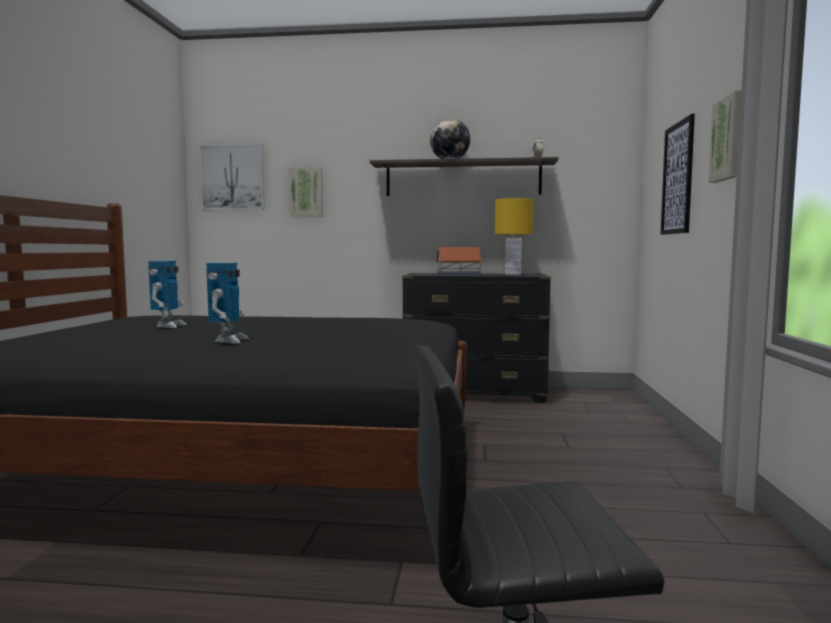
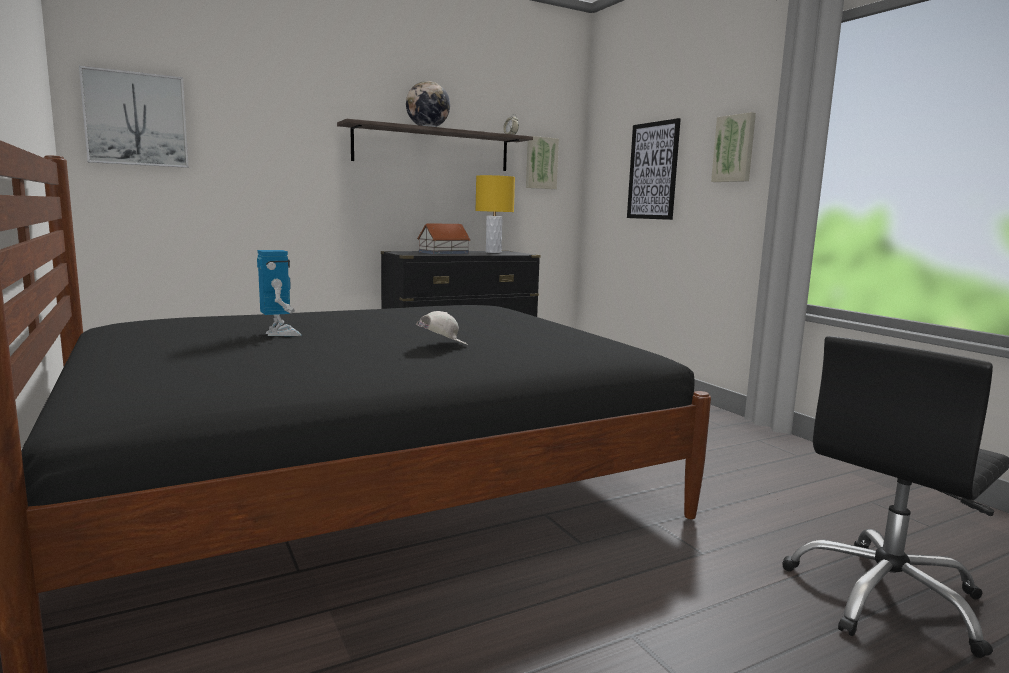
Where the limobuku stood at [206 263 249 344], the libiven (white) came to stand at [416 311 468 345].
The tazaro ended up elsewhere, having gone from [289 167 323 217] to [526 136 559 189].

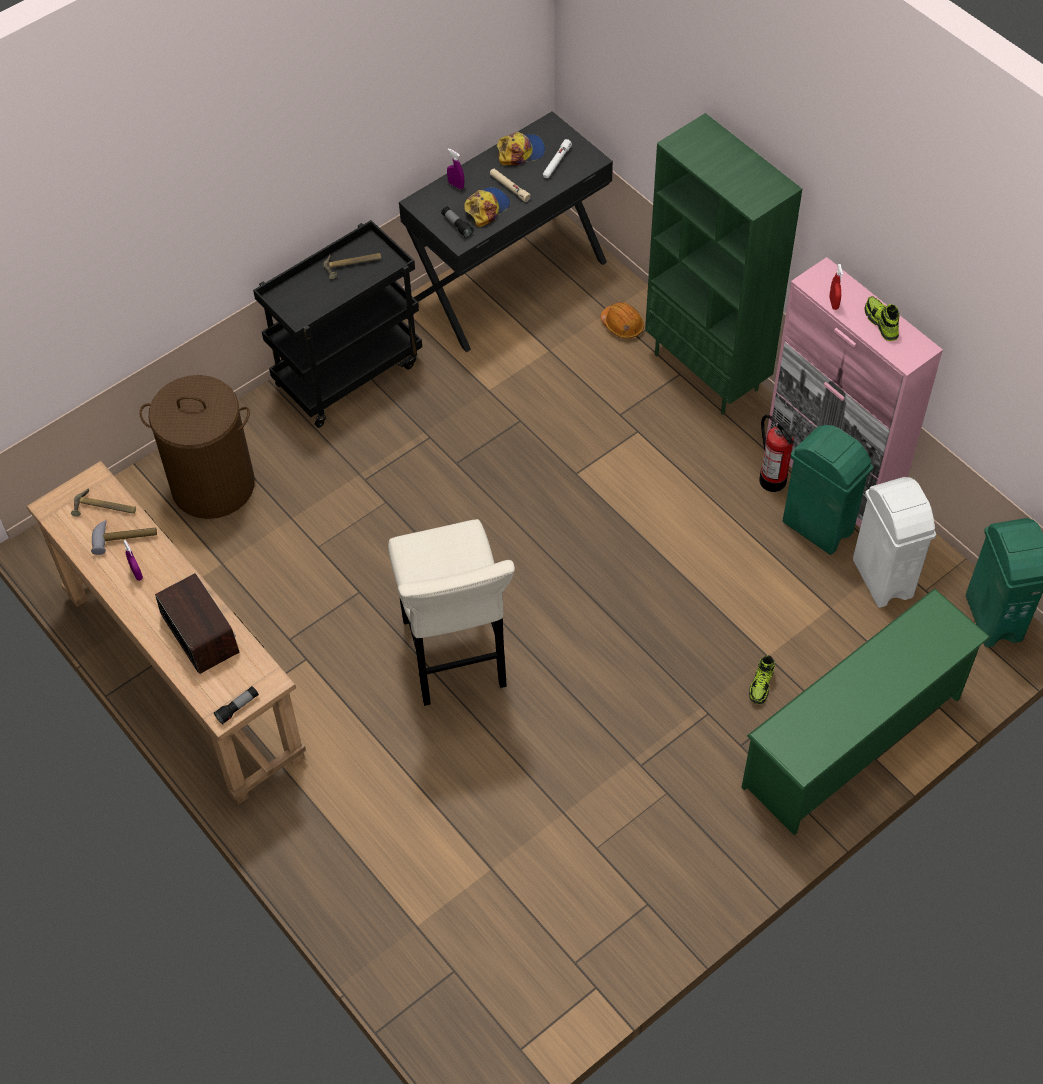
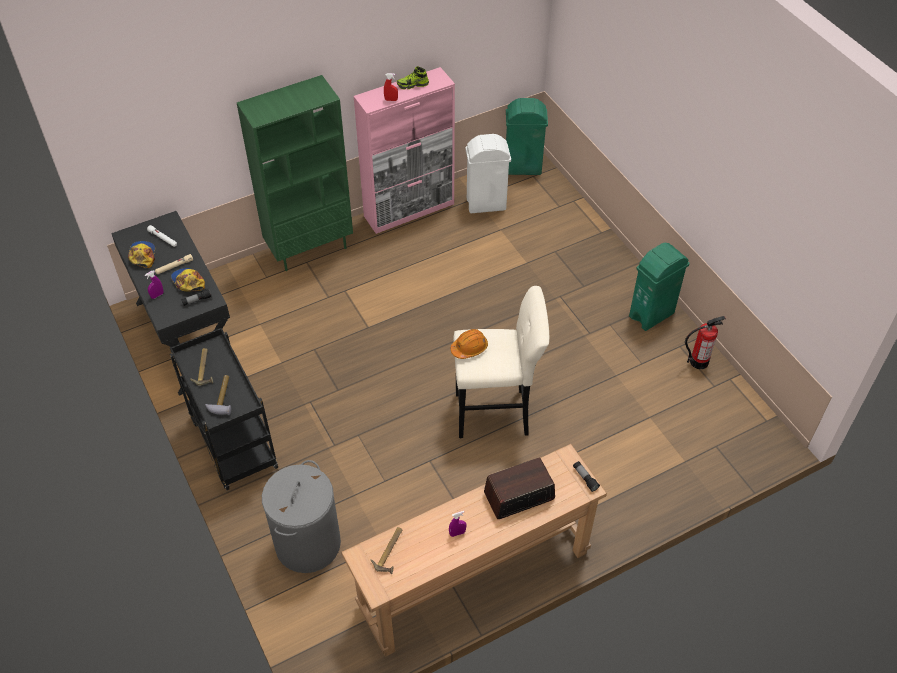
The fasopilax ended up elsewhere, having gone from [91 520 157 555] to [205 375 231 415].
What was the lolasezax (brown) at [139 375 255 519] turned into the lolasezax (grey) at [262 460 341 573].
The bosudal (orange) ended up elsewhere, having gone from [600 302 644 339] to [450 329 488 359].
The second view lost the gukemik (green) at [741 588 990 835].
The second view lost the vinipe at [749 655 775 704].
The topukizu ended up elsewhere, having gone from [759 415 796 492] to [685 316 726 369].
The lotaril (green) ended up elsewhere, having gone from [783 425 873 555] to [629 243 690 331].

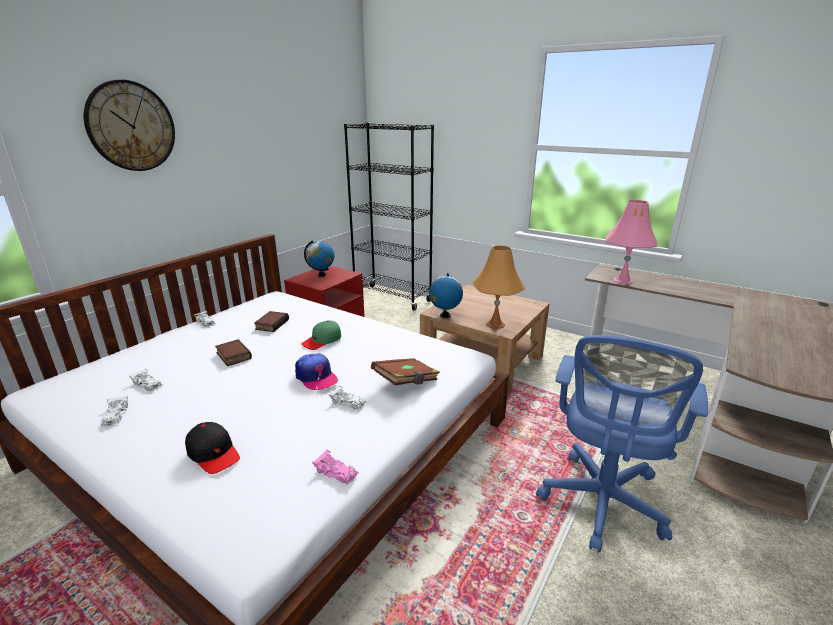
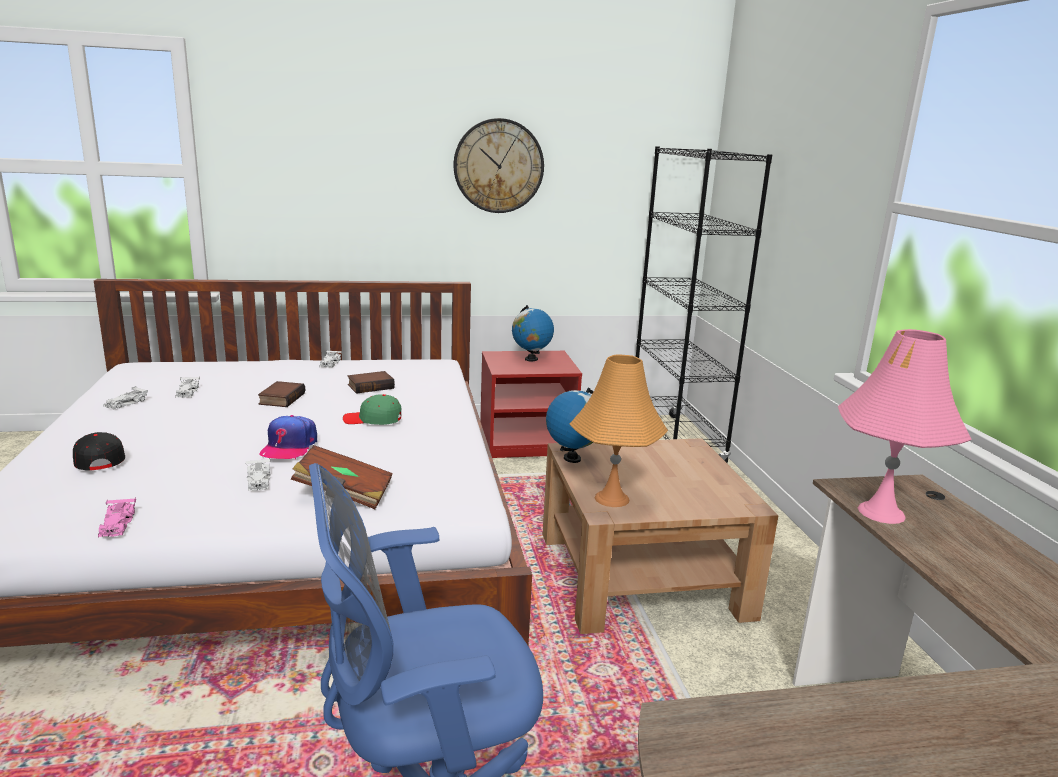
The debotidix ended up elsewhere, having gone from [84 80 175 171] to [454 118 544 213].
The libiven (black) at [185 422 240 474] ended up facing another way, 150 degrees clockwise from before.

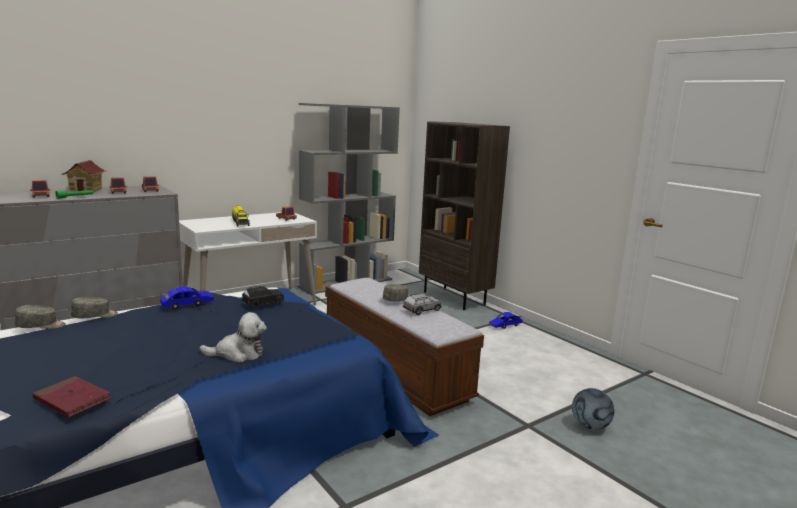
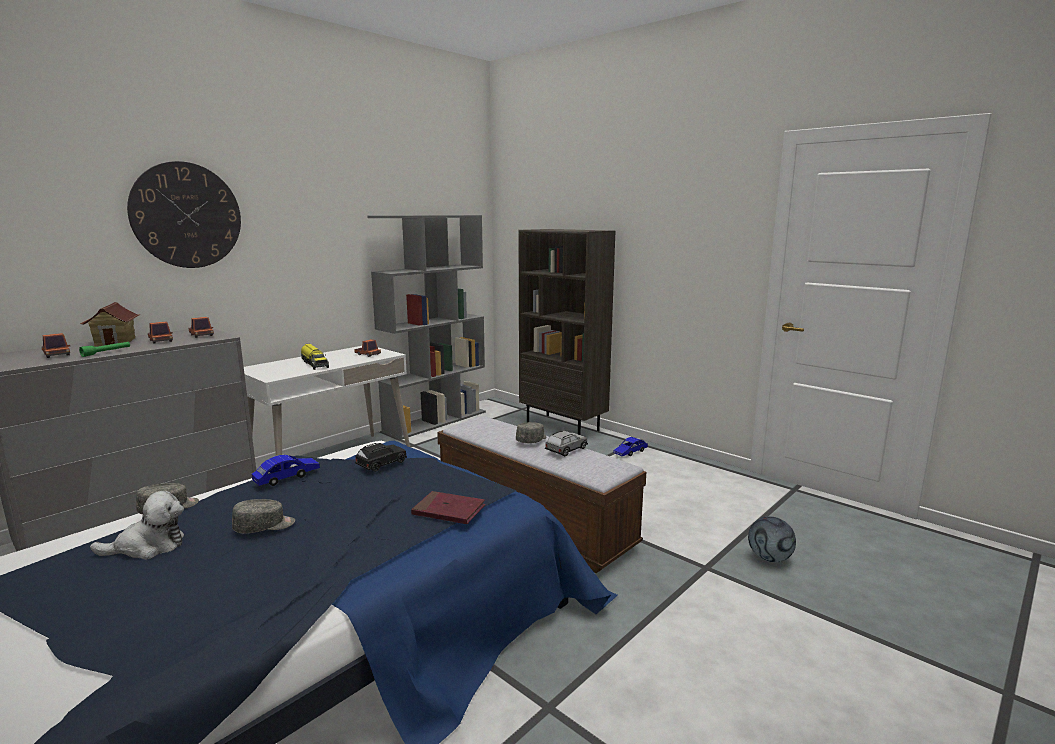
The libiven (grey) ended up elsewhere, having gone from [15 305 66 329] to [232 499 295 534].
The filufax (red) ended up elsewhere, having gone from [32 376 111 418] to [411 491 485 524].
The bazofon ended up elsewhere, having gone from [199 312 267 363] to [90 491 184 560].
The second view gained the debotidix at [127 161 241 268].

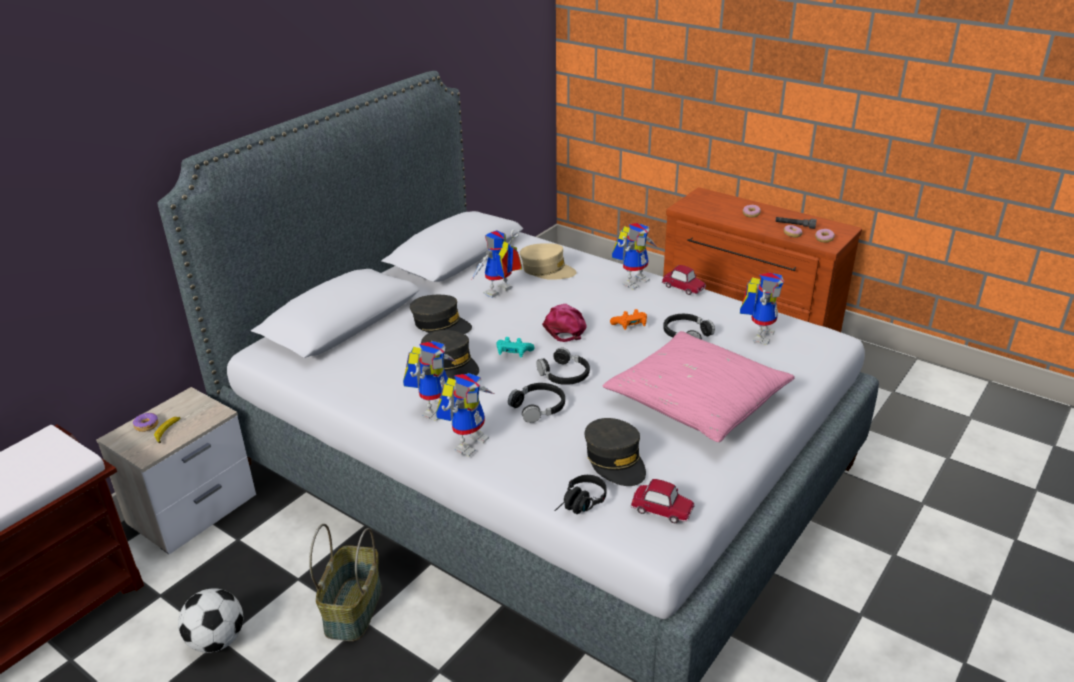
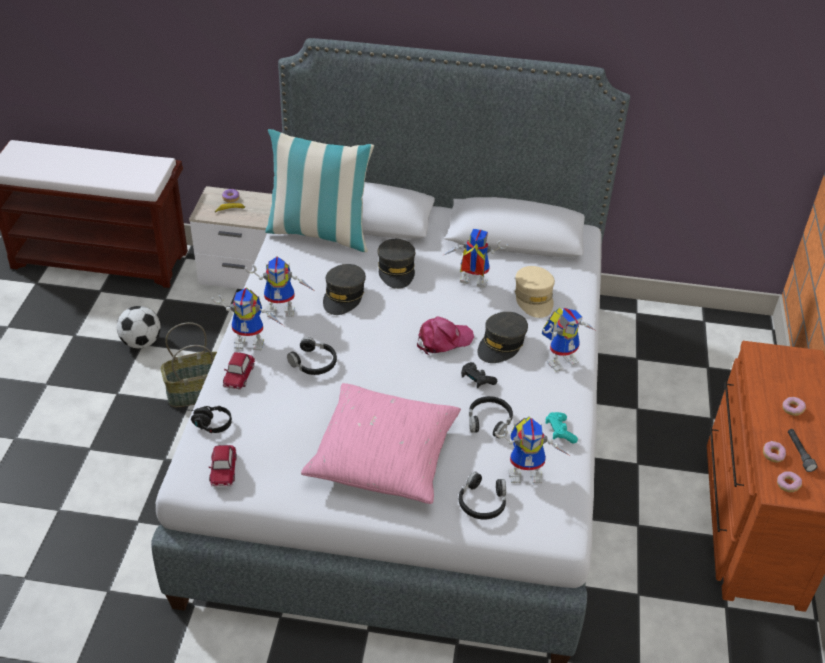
The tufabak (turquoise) ended up elsewhere, having gone from [496 337 535 357] to [545 412 578 444].
The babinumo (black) ended up elsewhere, having gone from [536 347 590 385] to [459 471 506 520].
The libiven (grey) ended up elsewhere, having gone from [584 418 646 486] to [477 312 528 363].
What was the tufabak (orange) at [610 309 647 330] turned into the tufabak (black) at [461 362 497 388].
The limobuku at [612 223 658 290] ended up facing another way, 45 degrees counterclockwise from before.
The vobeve ended up elsewhere, having gone from [662 265 706 295] to [223 352 255 390].
The second view gained the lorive at [265 129 374 252].

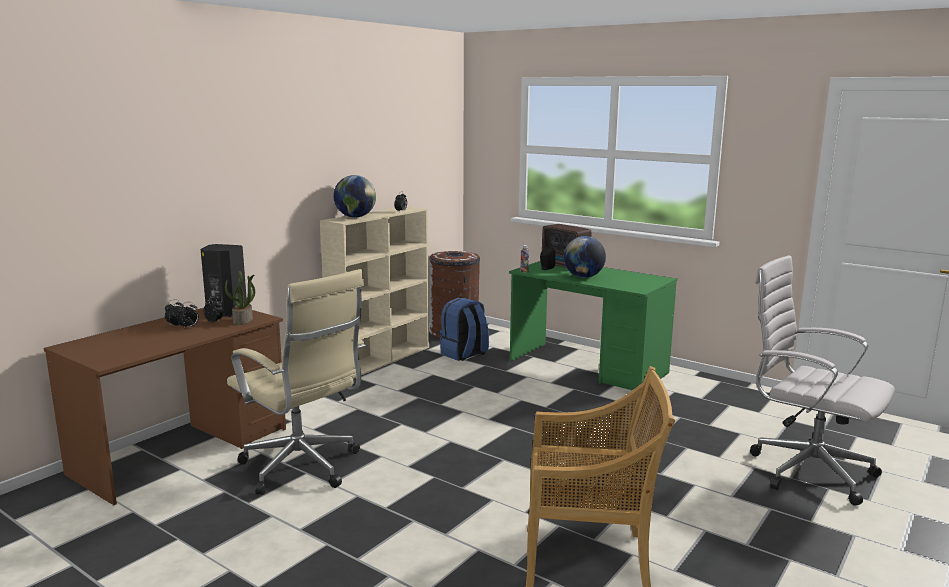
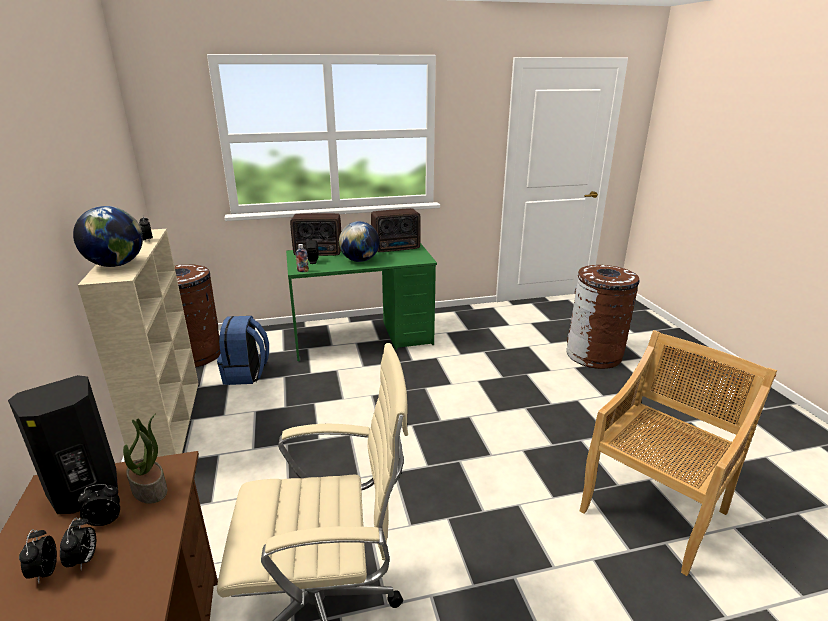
Where the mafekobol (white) stood at [750 255 895 506], the lotaril (brown) came to stand at [566 265 639 369].
The second view gained the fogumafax at [371 208 421 252].

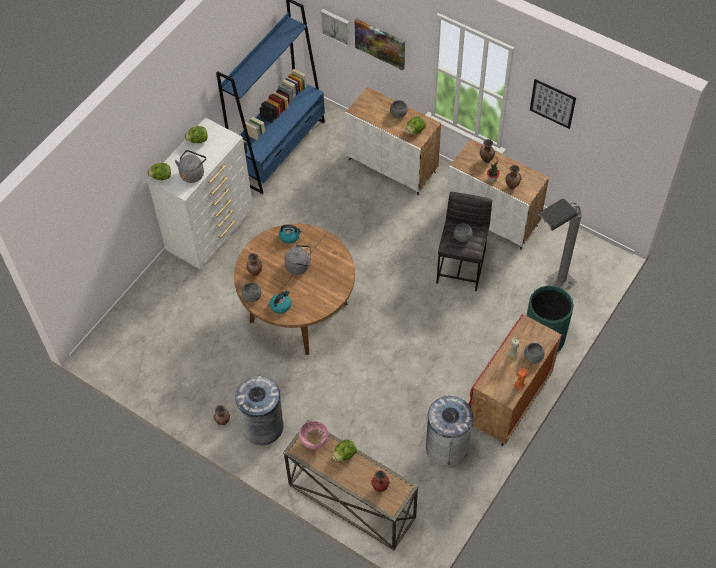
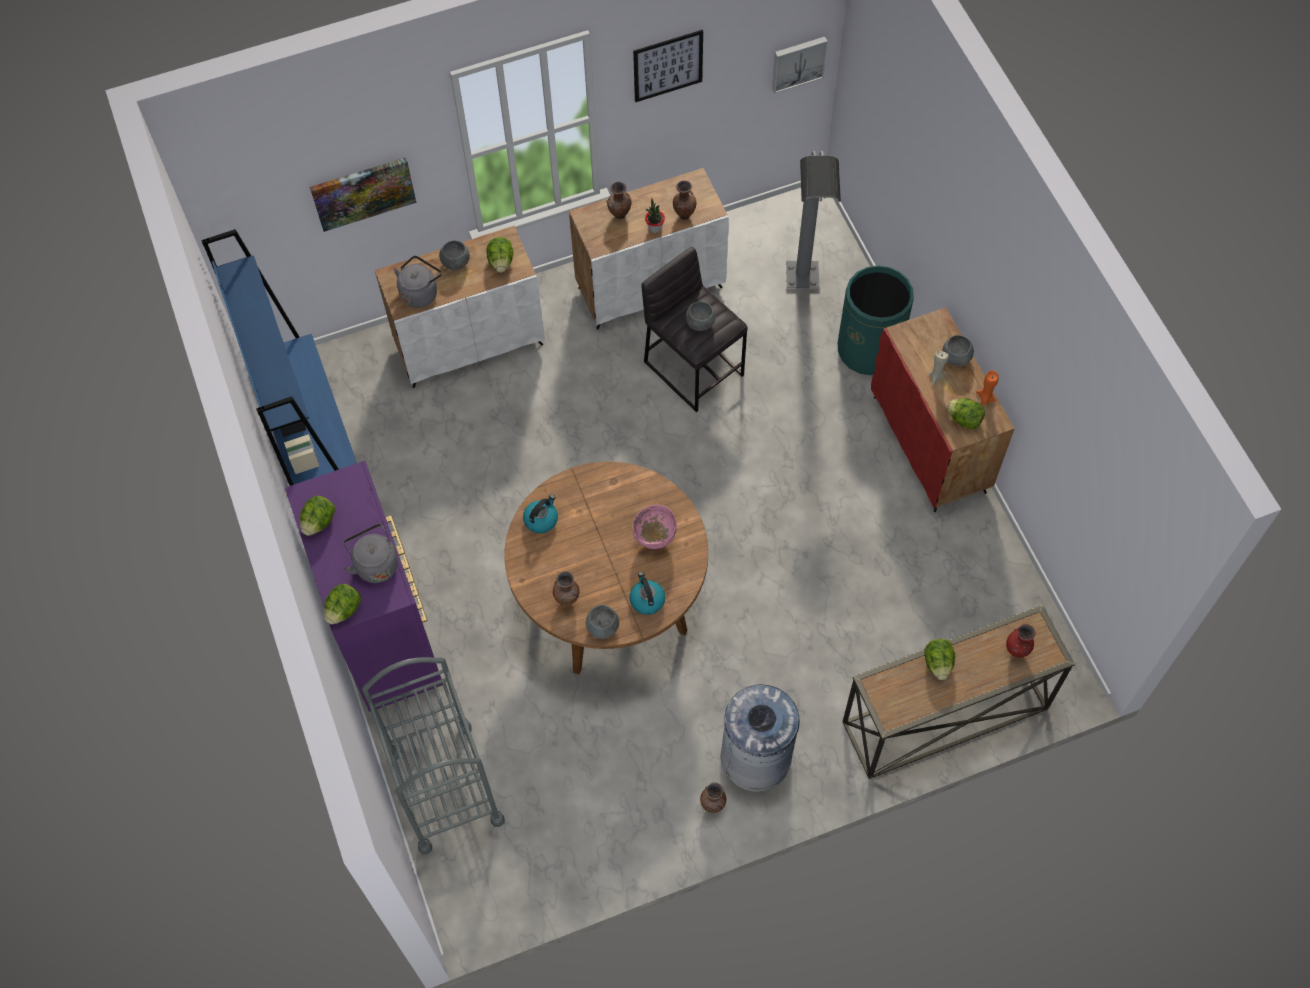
What was the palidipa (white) at [147 118 253 270] turned into the palidipa (purple) at [285 461 443 712].
The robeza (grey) ended up elsewhere, having gone from [285 243 311 275] to [394 256 442 308].
The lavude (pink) ended up elsewhere, having gone from [299 421 328 449] to [633 505 677 549].
The tazaro ended up elsewhere, having gone from [320 9 350 47] to [772 37 828 93].
The second view lost the lotaril (grey) at [426 396 475 467].
The second view gained the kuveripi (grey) at [362 657 504 855].
The second view gained the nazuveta at [947 398 985 430].

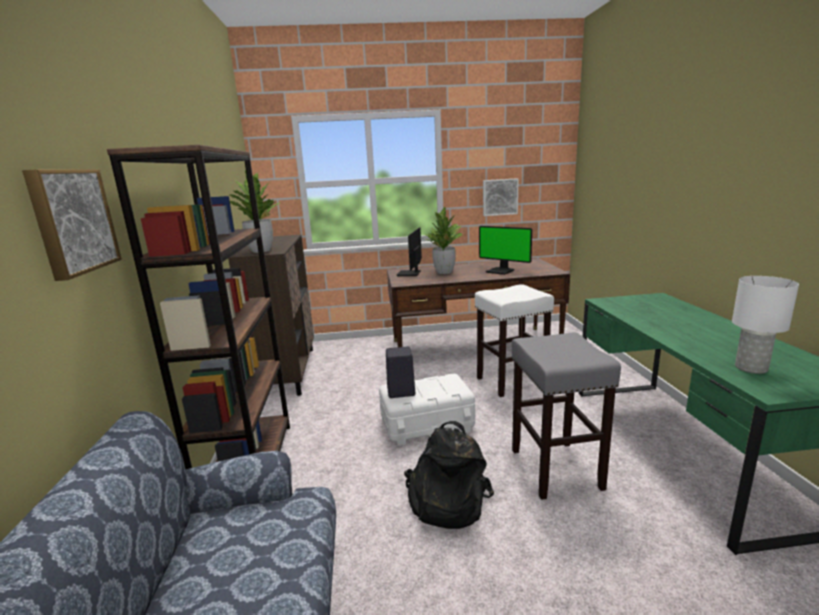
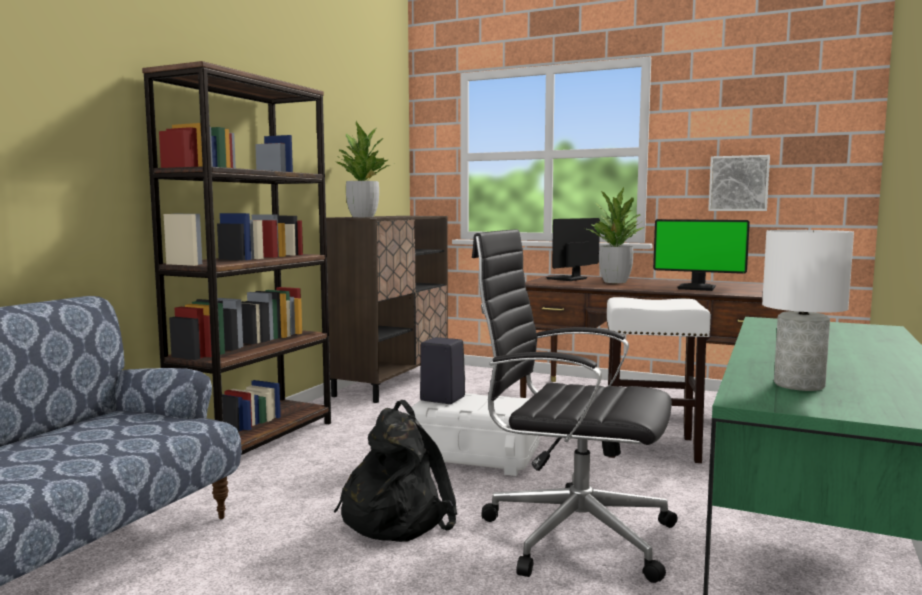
The second view lost the tazaro at [22 169 122 281].
The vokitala at [479 226 532 275] ended up facing another way, 45 degrees counterclockwise from before.
Where the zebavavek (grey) stood at [512 333 621 500], the mafekobol (black) came to stand at [472 229 677 583].

